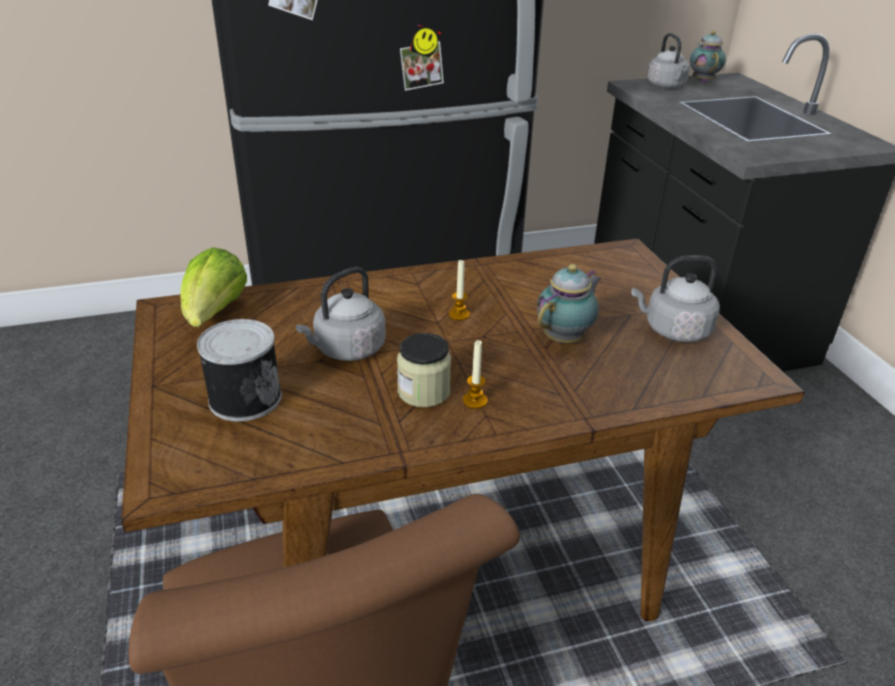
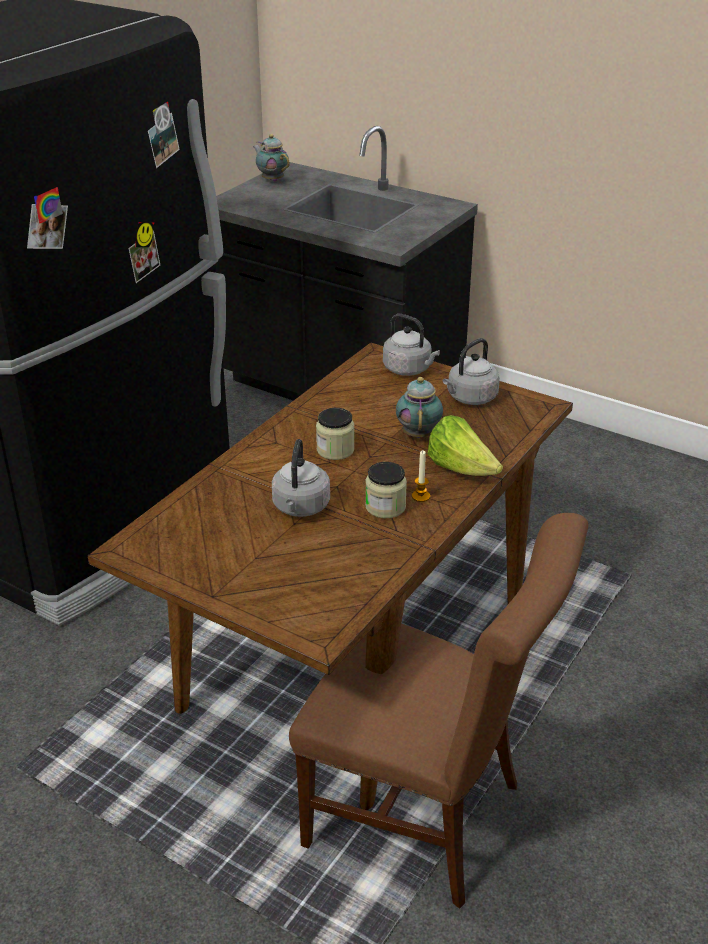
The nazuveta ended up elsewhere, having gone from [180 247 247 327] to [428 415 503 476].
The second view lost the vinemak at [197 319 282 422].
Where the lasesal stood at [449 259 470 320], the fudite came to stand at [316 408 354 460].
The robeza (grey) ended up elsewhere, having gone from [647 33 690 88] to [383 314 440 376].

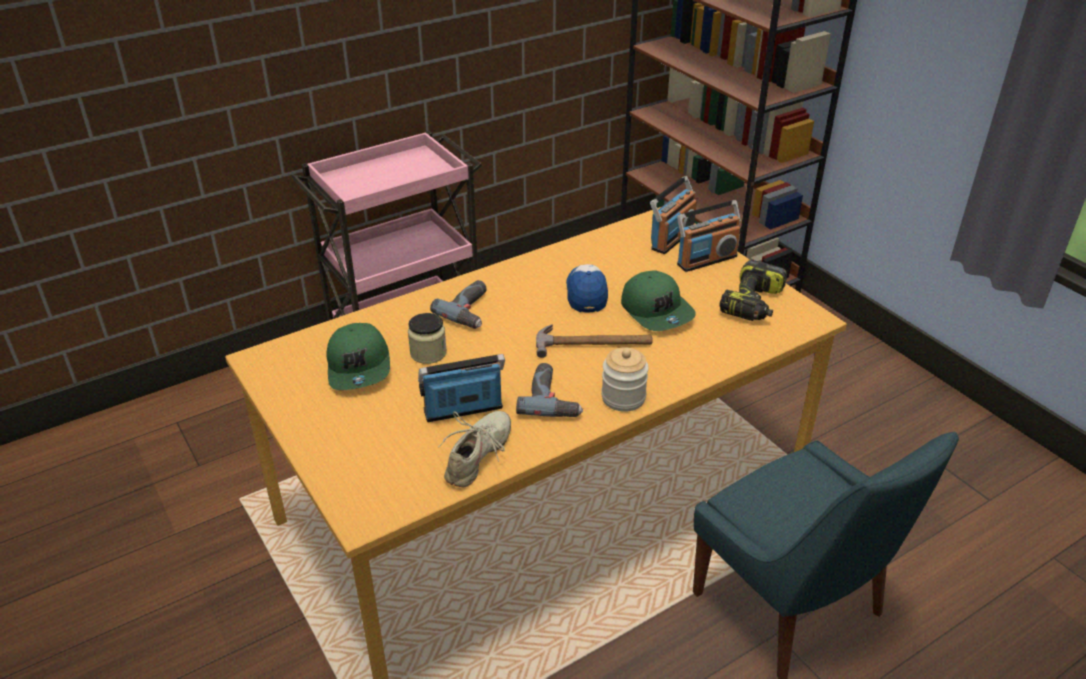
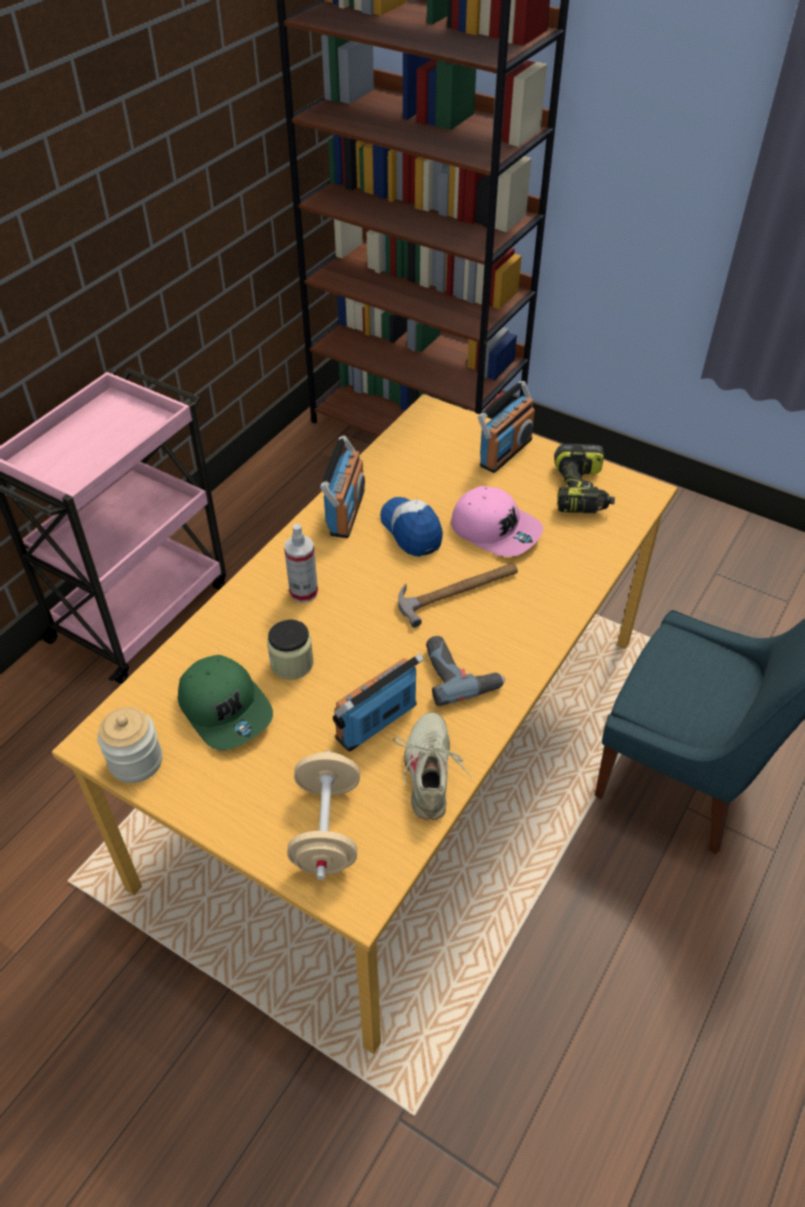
Where the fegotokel stood at [430 280 487 329], the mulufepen came to stand at [284 524 318 603].
The fudite ended up elsewhere, having gone from [601 347 649 412] to [97 707 162 783].
What was the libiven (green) at [621 270 696 331] turned into the libiven (pink) at [451 486 543 557].
The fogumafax ended up elsewhere, having gone from [650 176 697 254] to [320 435 365 538].
The second view gained the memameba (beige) at [287 750 360 880].

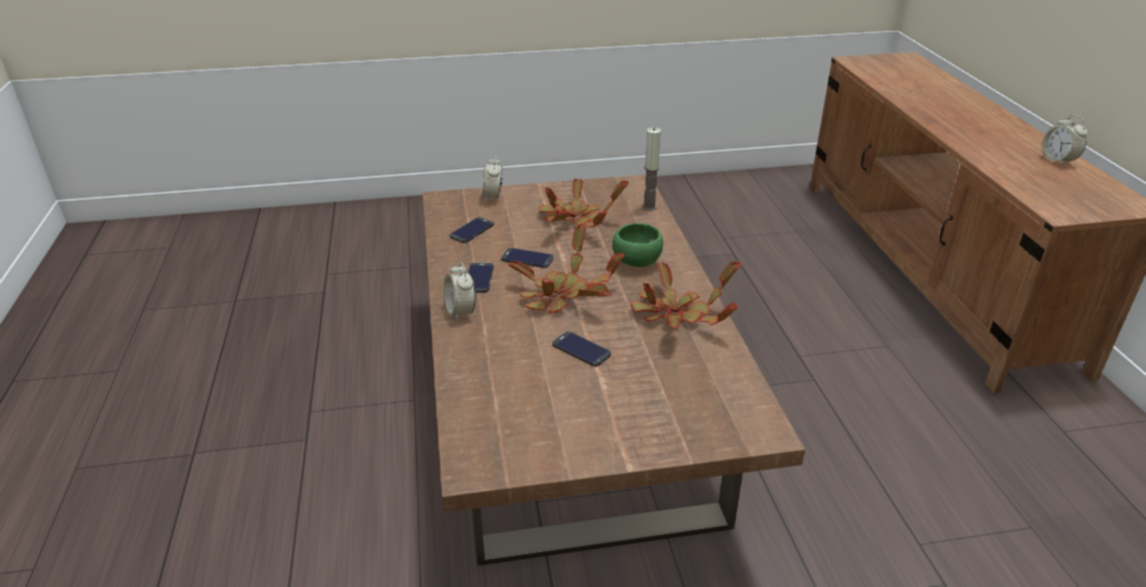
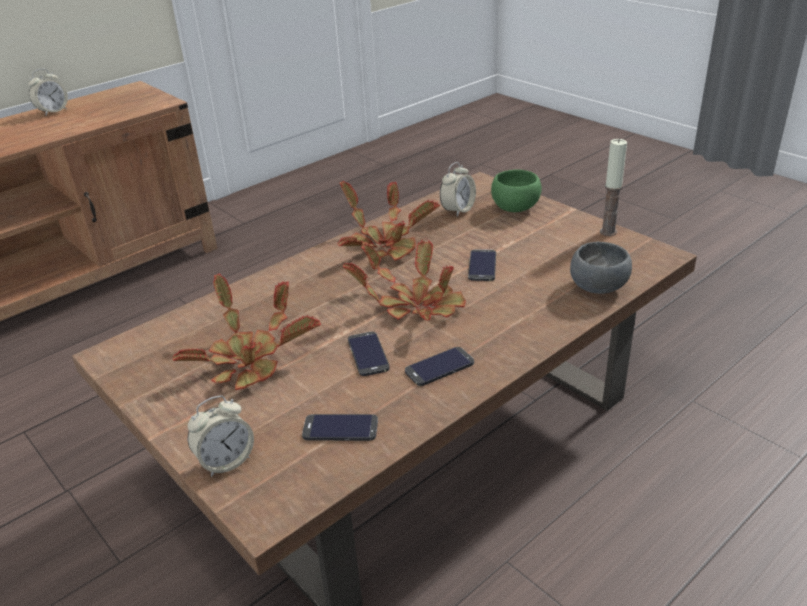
The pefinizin ended up elsewhere, having gone from [443 261 476 320] to [440 162 476 217].
The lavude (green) ended up elsewhere, having gone from [612 223 663 267] to [491 169 542 212].
The lasesal ended up elsewhere, having gone from [643 128 661 211] to [600 138 627 236].
The second view gained the lavude (grey) at [570 241 632 294].

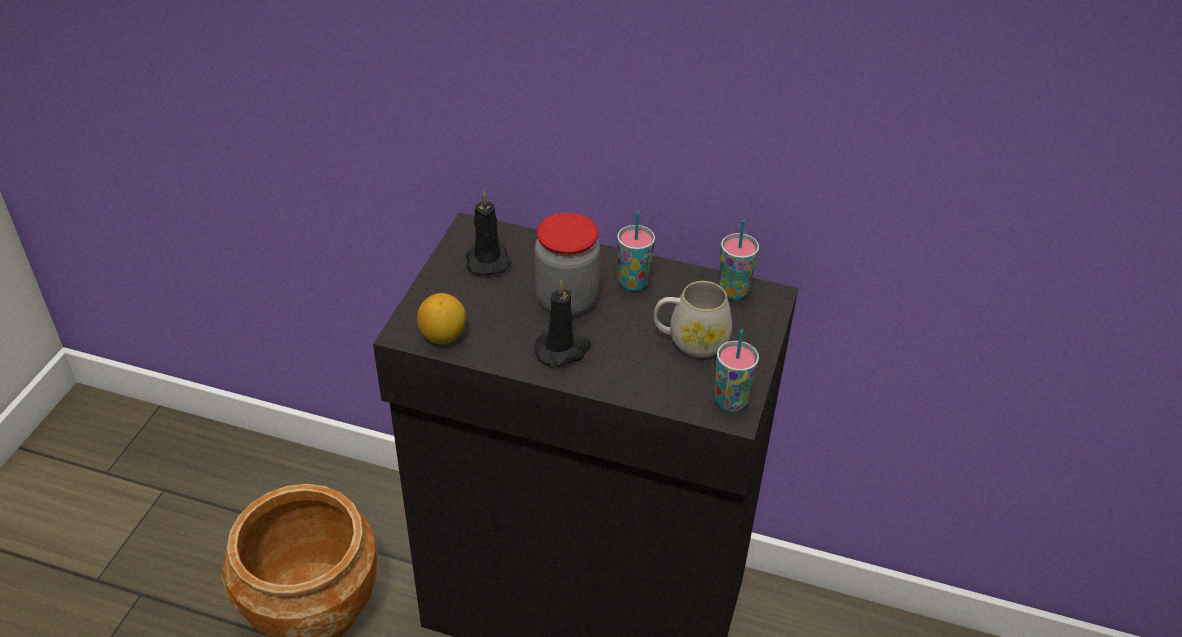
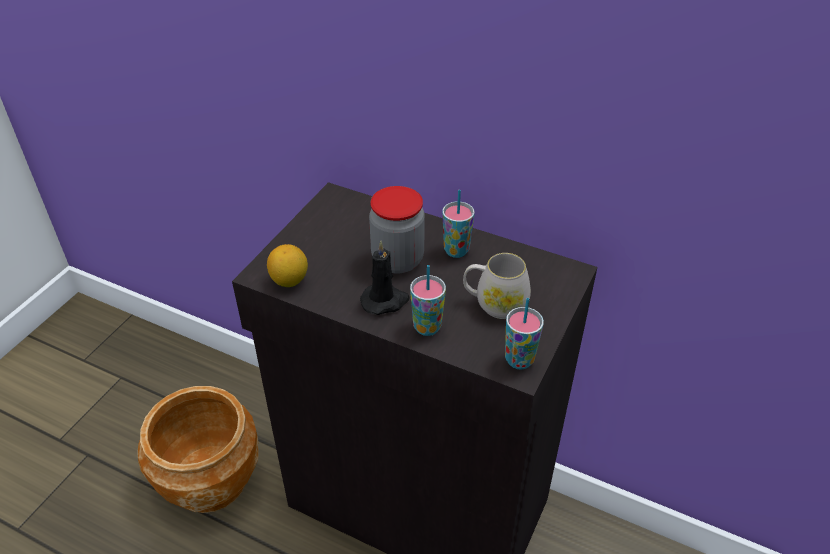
The second view lost the lasesal (black) at [466 191 512 276].
The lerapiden ended up elsewhere, having gone from [719 220 759 300] to [410 265 446 336].

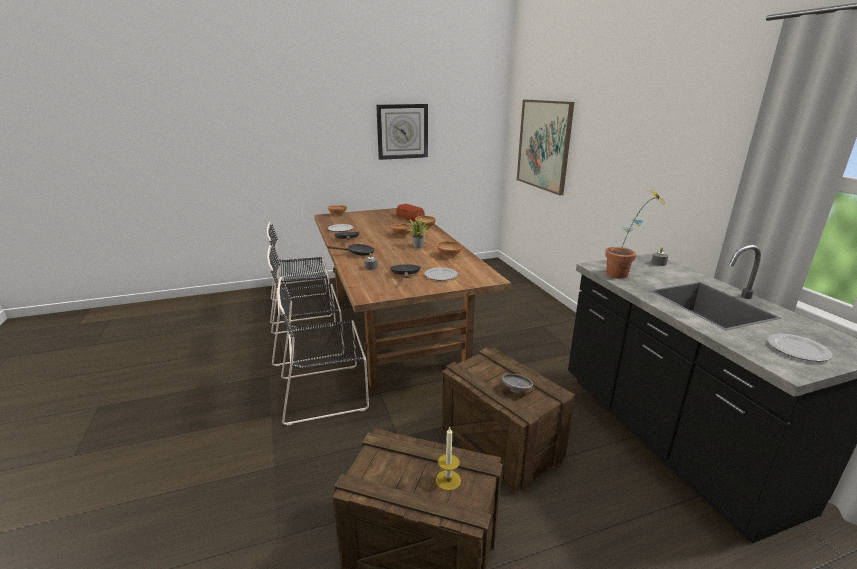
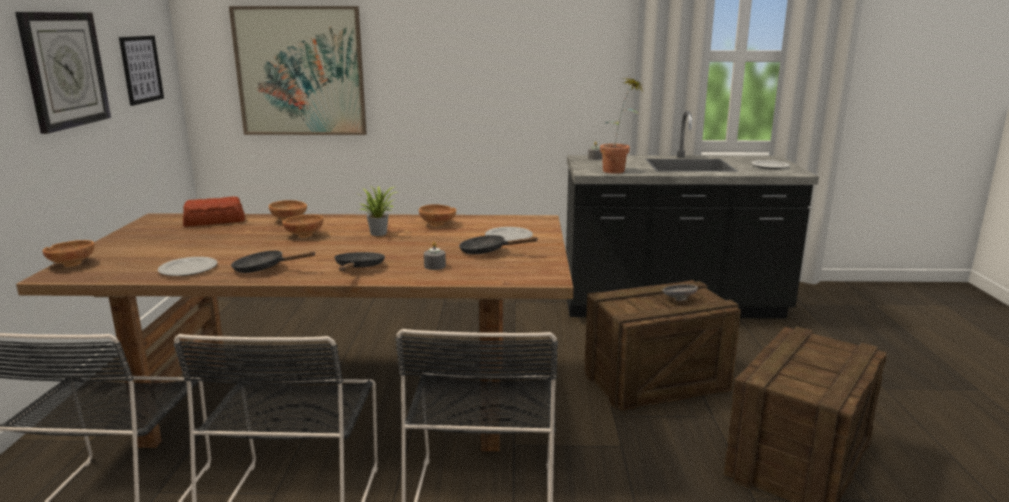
The second view lost the lasesal at [436 427 461 491].
The second view gained the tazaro at [119 36 164 106].

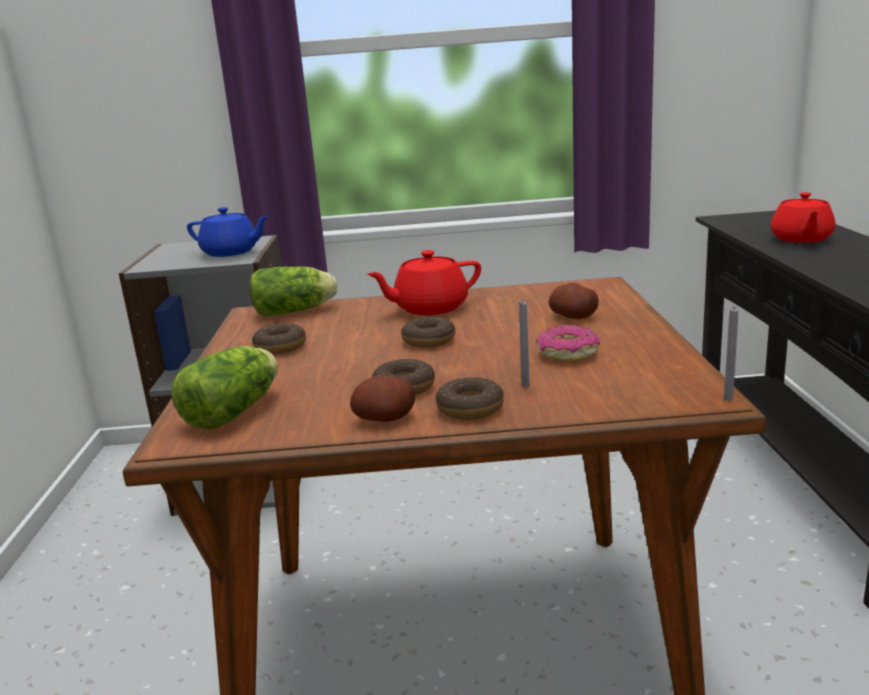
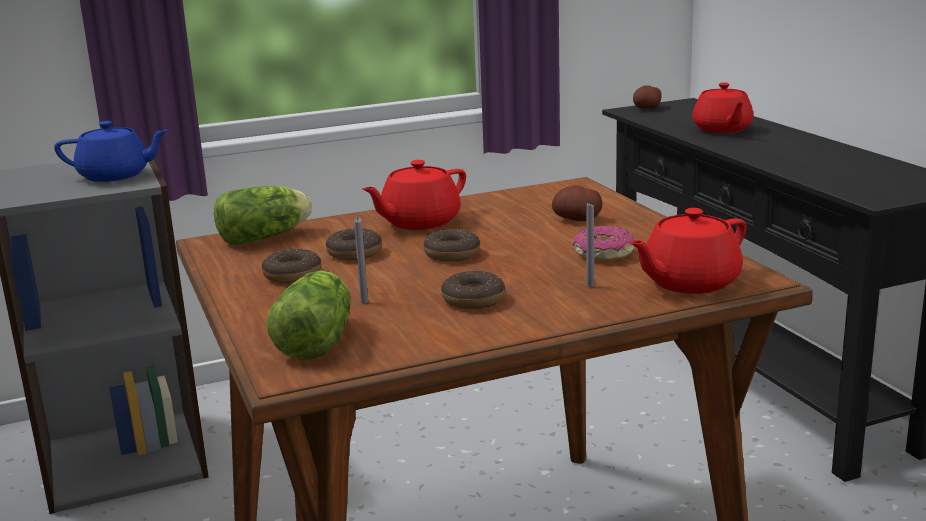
The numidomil ended up elsewhere, having gone from [350 375 415 422] to [633 85 662 109].
The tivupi ended up elsewhere, having gone from [436 377 504 420] to [326 228 382 260].
The lasesal (grey) ended up elsewhere, having gone from [724 305 738 401] to [354 217 368 303].
The second view gained the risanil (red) at [629 208 747 294].

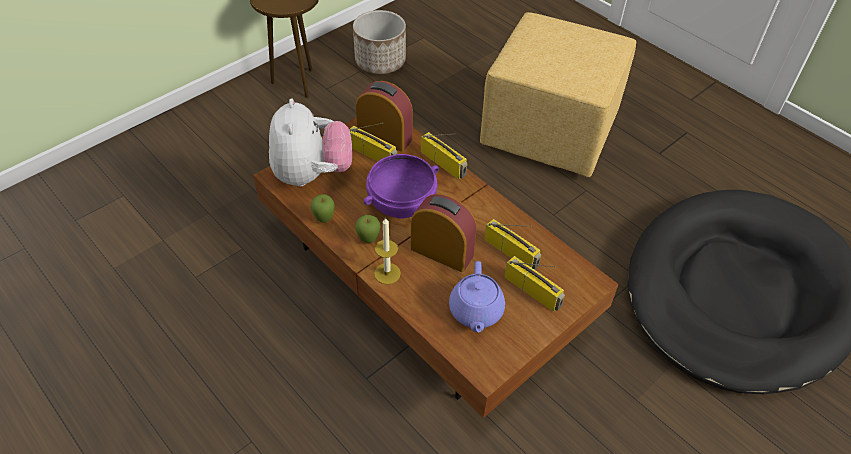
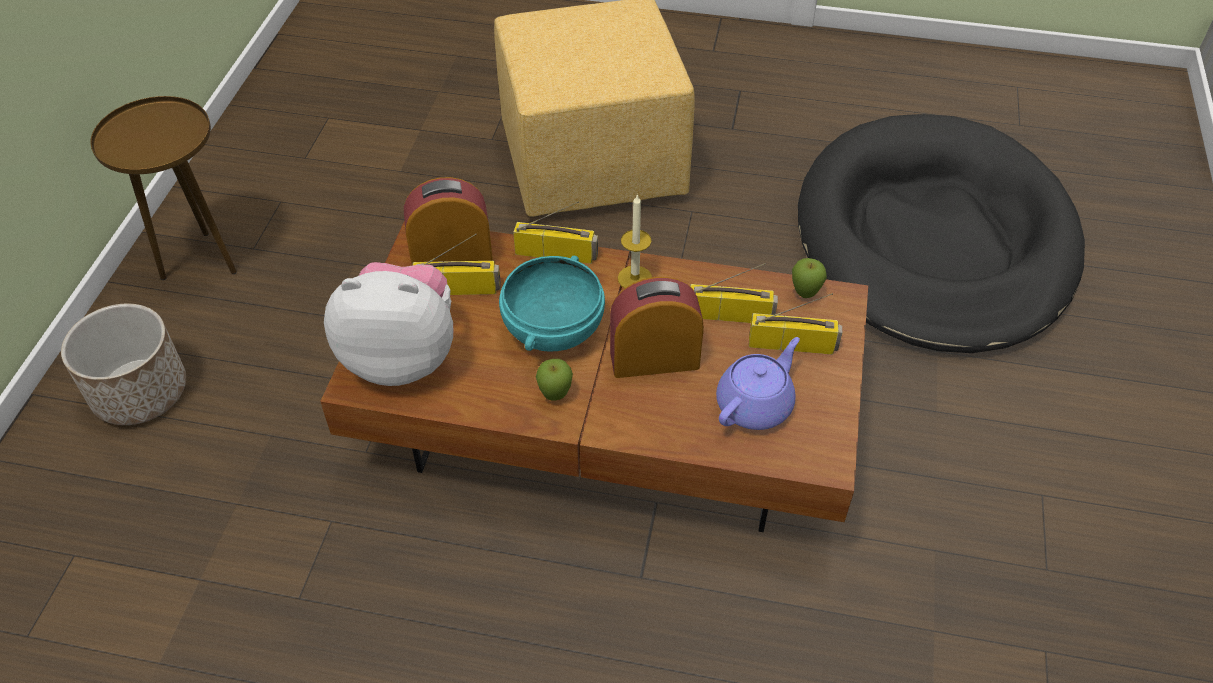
The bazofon at [269 99 352 187] ended up facing another way, 45 degrees counterclockwise from before.
The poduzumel ended up elsewhere, having gone from [311 194 335 223] to [792 258 827 298].
The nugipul ended up elsewhere, having gone from [353 10 406 74] to [61 303 186 425].
What was the lavude (purple) at [364 154 439 218] turned into the lavude (turquoise) at [499 256 605 352].
The lasesal ended up elsewhere, having gone from [374 217 401 284] to [618 194 652 288].
The risanil (purple) at [449 261 505 332] ended up facing another way, 105 degrees counterclockwise from before.

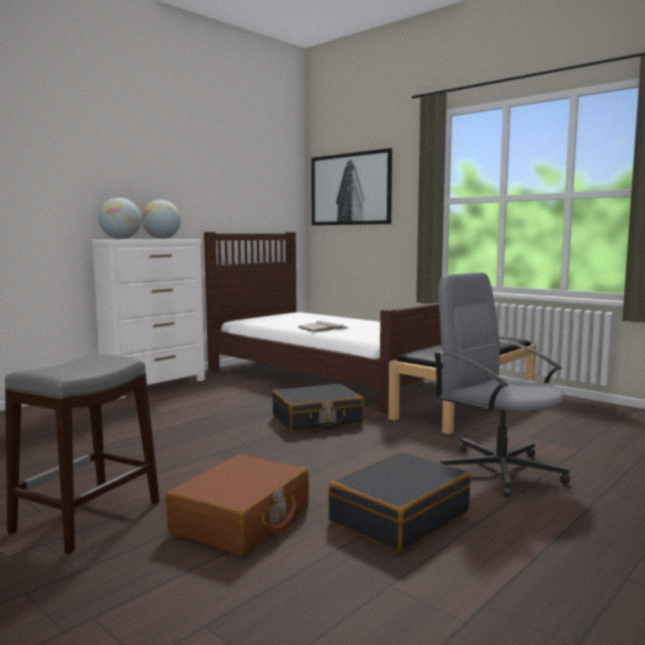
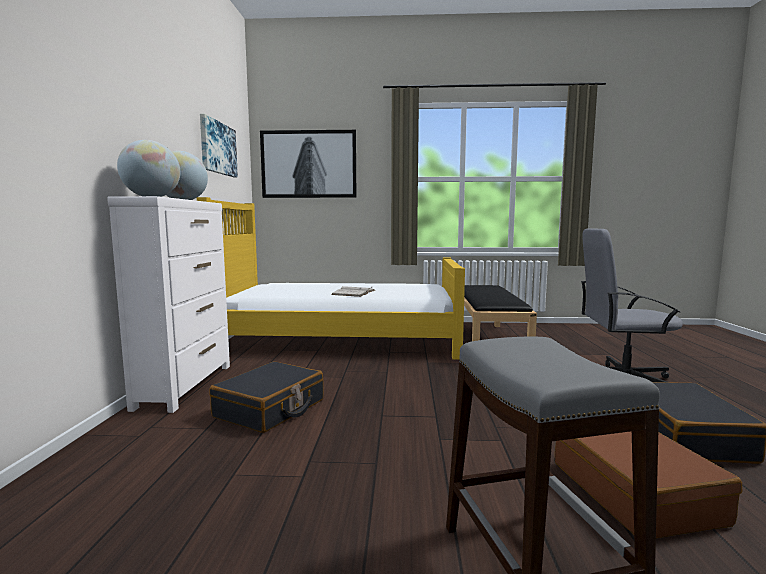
What was the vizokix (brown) at [204 232 441 414] turned into the vizokix (yellow) at [197 197 465 360].
The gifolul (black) ended up elsewhere, having gone from [272 384 364 432] to [209 361 324 433].
The second view gained the tazaro at [200 114 238 177].

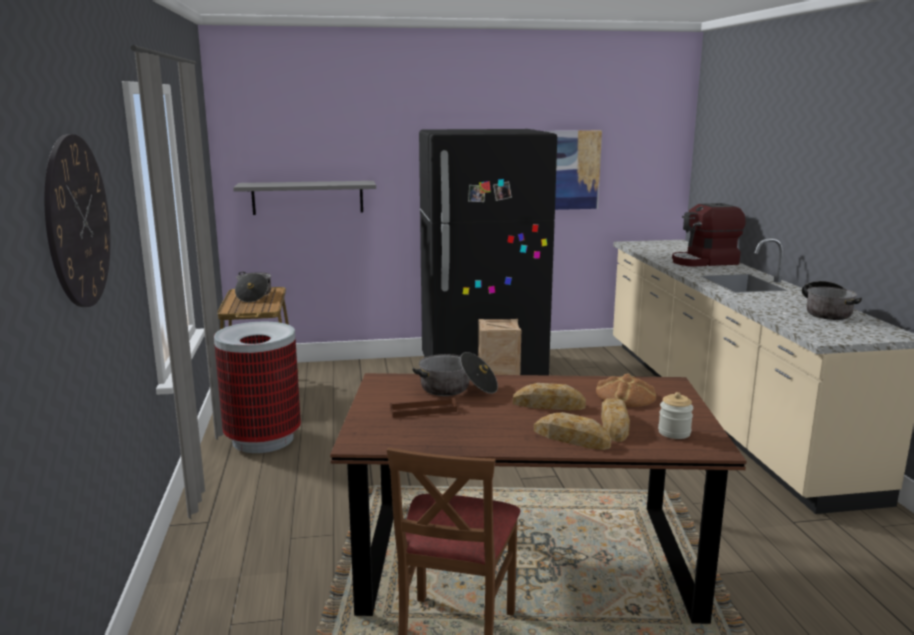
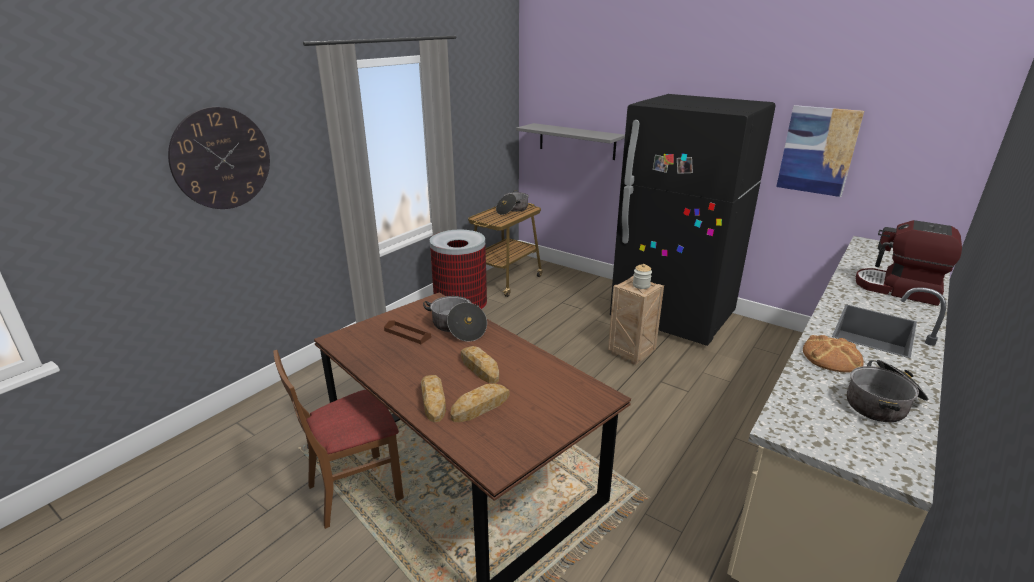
The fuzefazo ended up elsewhere, having gone from [596 373 656 407] to [803 335 864 372].
The fudite ended up elsewhere, having gone from [658 392 694 439] to [633 264 652 289].

